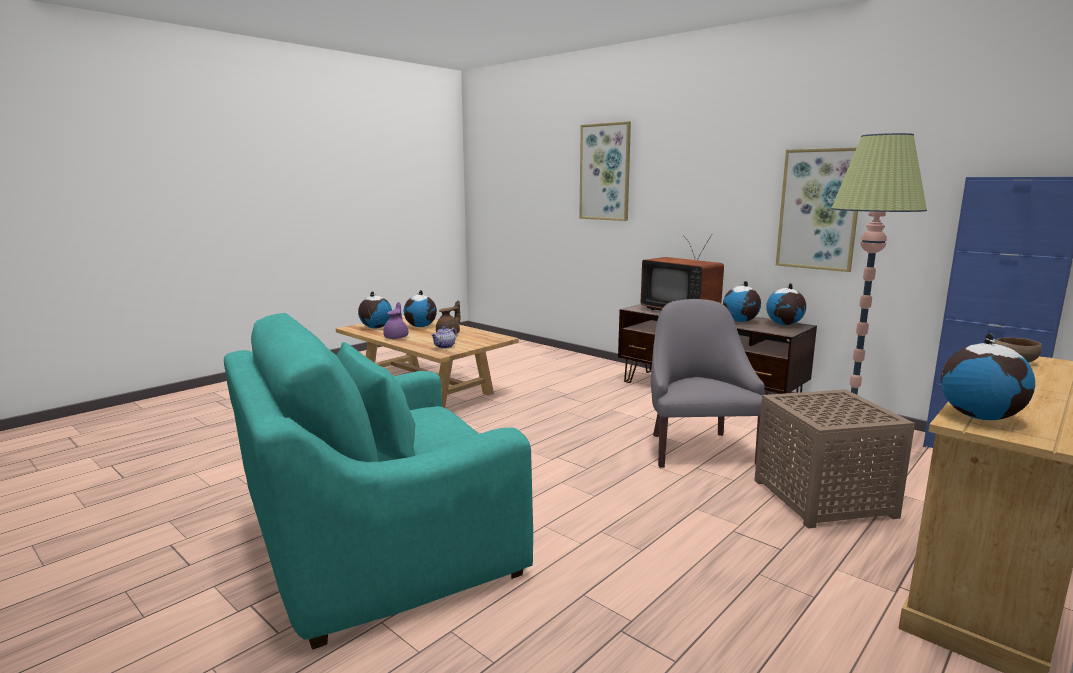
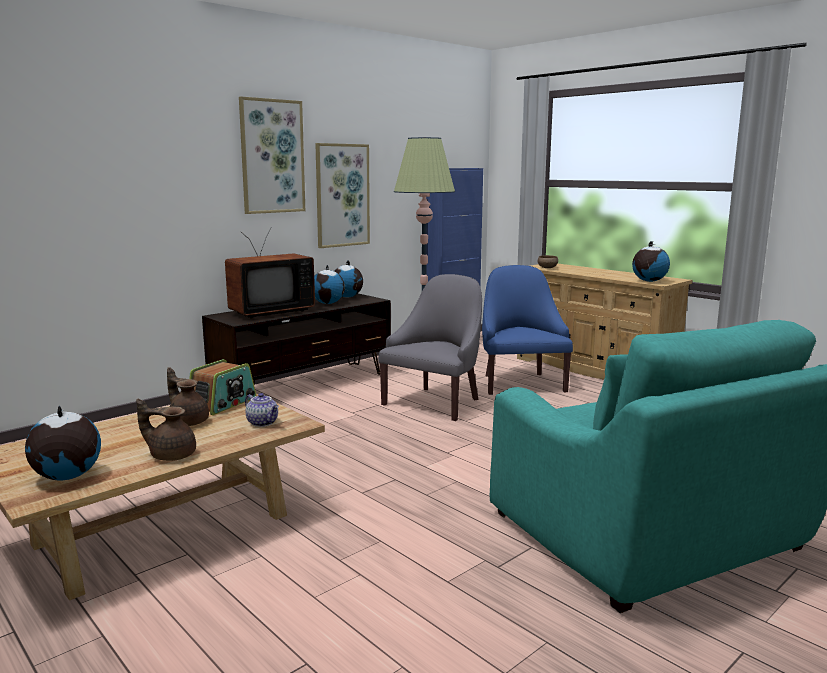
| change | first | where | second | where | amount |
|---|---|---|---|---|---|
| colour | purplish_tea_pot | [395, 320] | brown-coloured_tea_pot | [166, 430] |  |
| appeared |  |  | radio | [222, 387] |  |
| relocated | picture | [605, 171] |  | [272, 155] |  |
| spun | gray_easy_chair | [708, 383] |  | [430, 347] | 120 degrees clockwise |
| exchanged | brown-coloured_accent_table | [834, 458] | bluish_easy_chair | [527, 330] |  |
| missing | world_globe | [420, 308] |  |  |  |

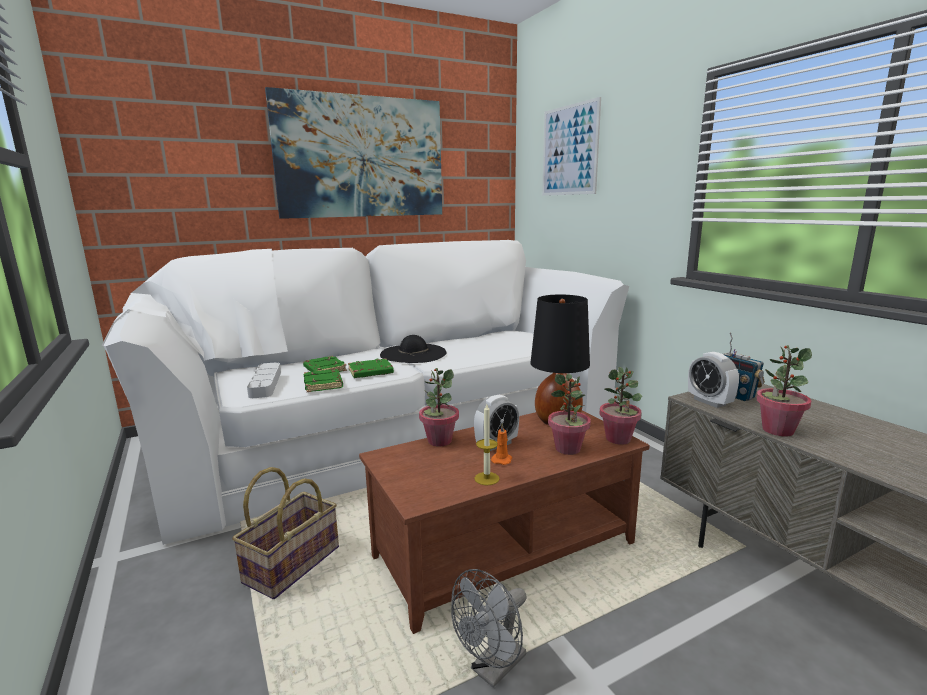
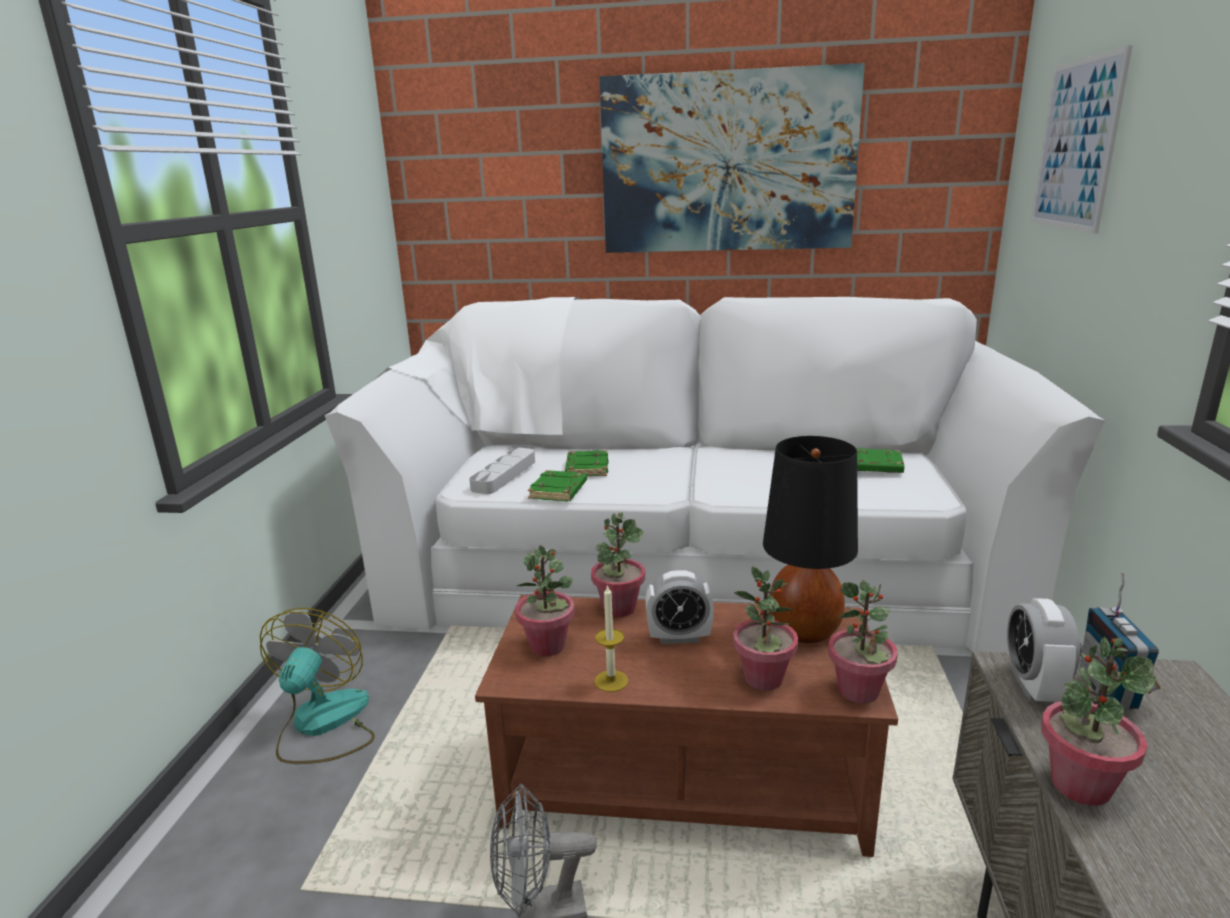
| change | first | where | second | where | amount |
|---|---|---|---|---|---|
| appeared |  |  | electric_fan | [317, 686] |  |
| appeared |  |  | houseplant | [545, 600] |  |
| relocated | green-coloured_book | [371, 368] |  | [880, 460] |  |
| missing | storage_basket | [285, 533] |  |  |  |
| missing | black_wearable_hat | [413, 349] |  |  |  |
| missing | orange_wax_light | [501, 444] |  |  |  |

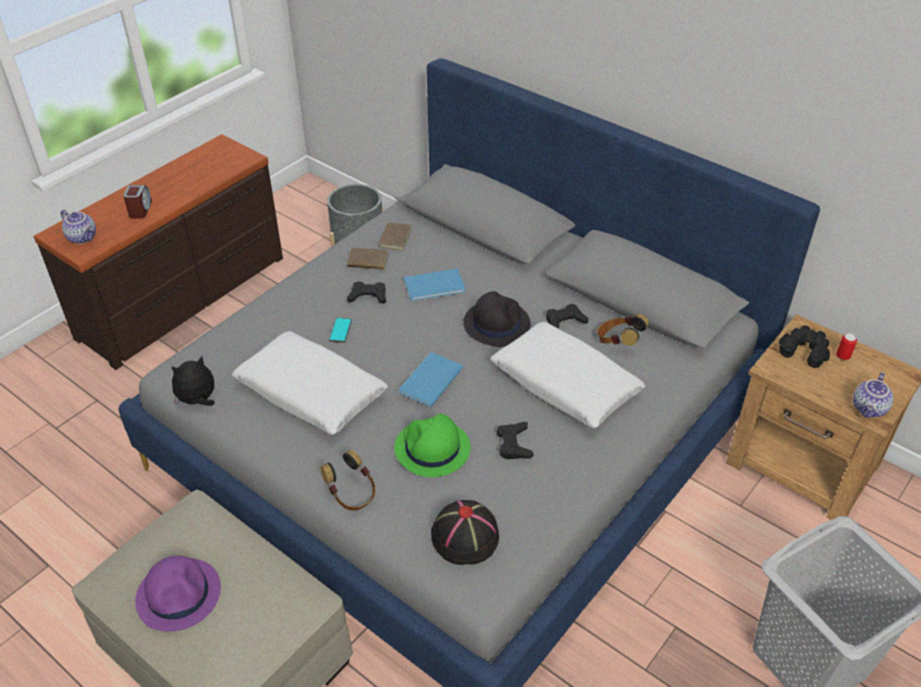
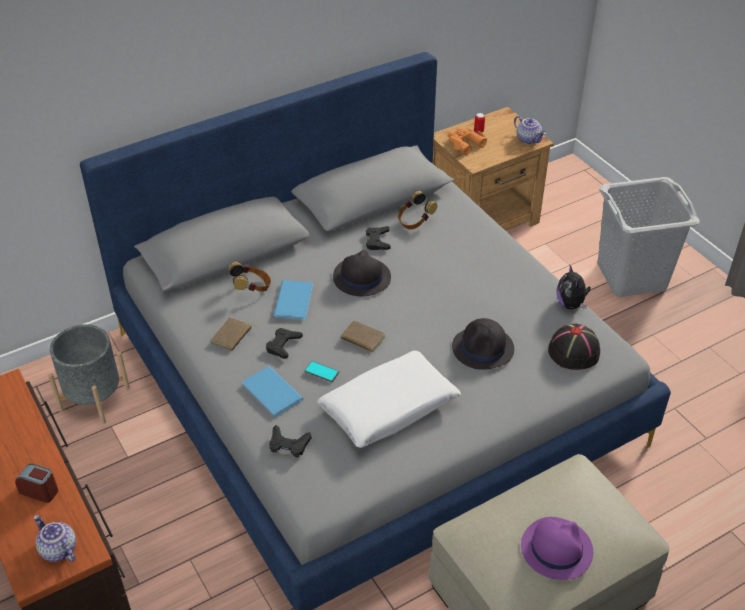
| change | first | where | second | where | amount |
|---|---|---|---|---|---|
| spun | tea_pot | [78, 227] |  | [55, 538] | 105 degrees counterclockwise |
| relocated | headphones | [348, 480] |  | [249, 277] |  |
| relocated | bluish_book | [431, 379] |  | [272, 391] |  |
| relocated | black_joypad | [515, 440] |  | [290, 441] |  |
| relocated | brown-coloured_book | [393, 236] |  | [363, 337] |  |
| colour | black_pair_of_binoculars | [804, 346] | orange_pair_of_binoculars | [467, 141] |  |
| colour | green-coloured_wearable_hat | [432, 445] | black_wearable_hat | [483, 344] |  |
| relocated | soft_toy | [193, 381] |  | [573, 287] |  |
| missing | whitish_cushion | [568, 375] |  |  |  |

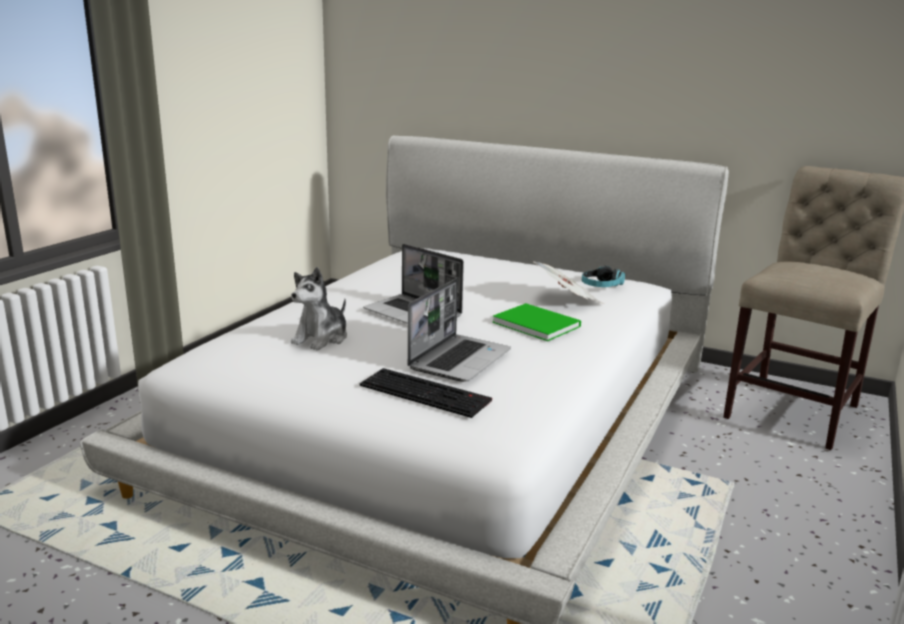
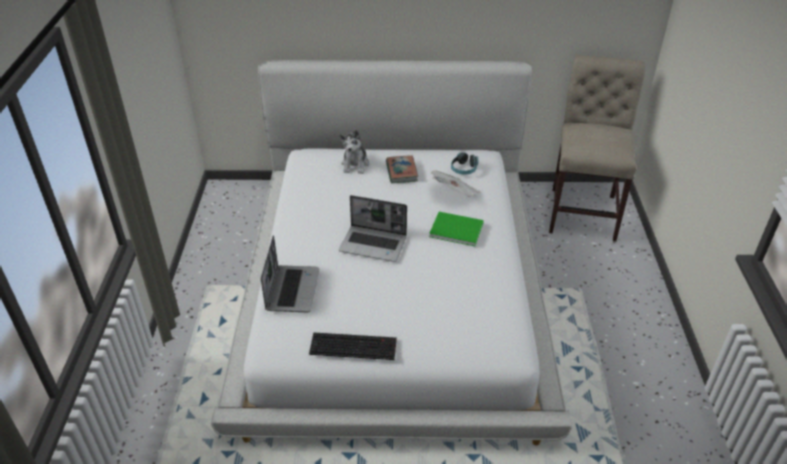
| change | first | where | second | where | amount |
|---|---|---|---|---|---|
| relocated | portable_computer | [459, 330] |  | [290, 273] |  |
| relocated | keyboard | [426, 393] |  | [353, 346] |  |
| relocated | soft_toy | [319, 308] |  | [354, 152] |  |
| appeared |  |  | book | [402, 169] |  |

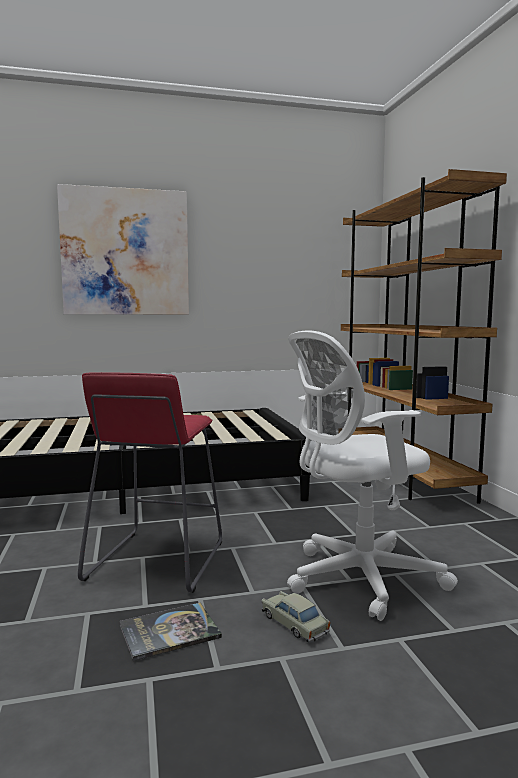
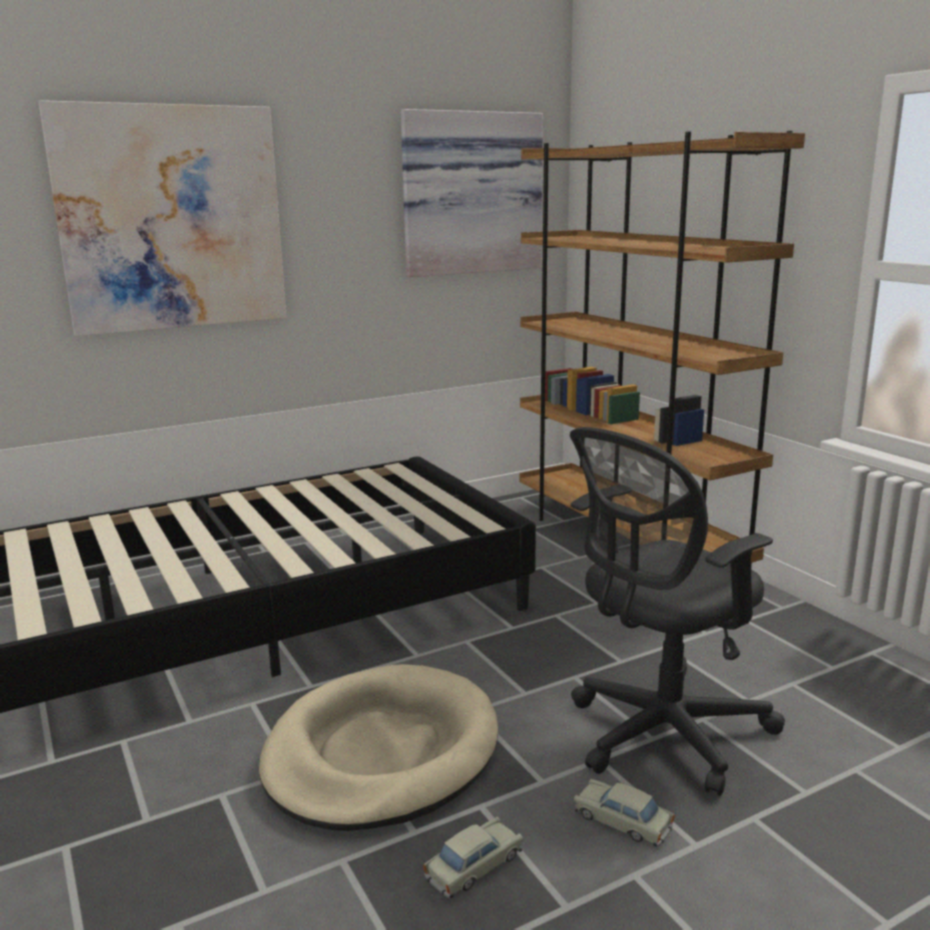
| change | first | where | second | where | amount |
|---|---|---|---|---|---|
| exchanged | reddish_stool | [150, 482] | beige_pet_bed | [378, 747] |  |
| appeared |  |  | picture | [472, 193] |  |
| exchanged | book | [170, 632] | beige_miniature_car | [473, 857] |  |
| colour | whitish_desk_chair | [372, 475] | black_desk_chair | [677, 611] |  |

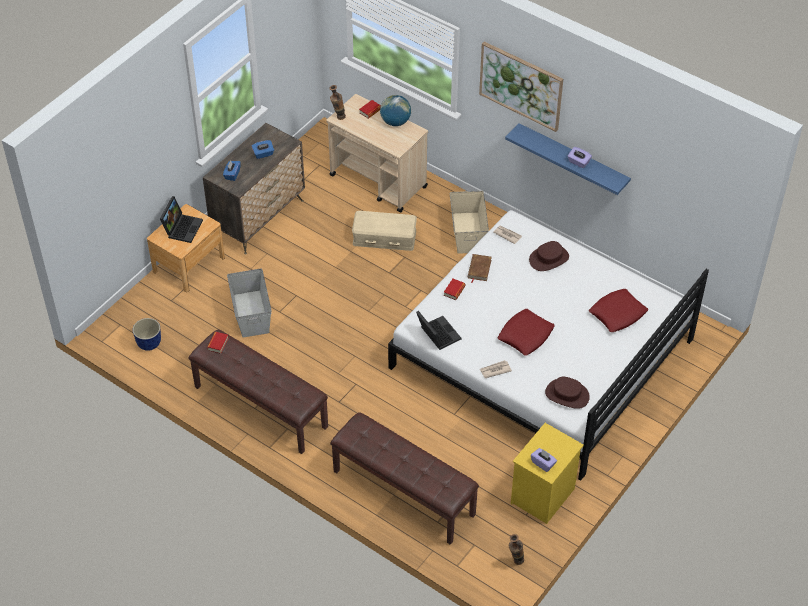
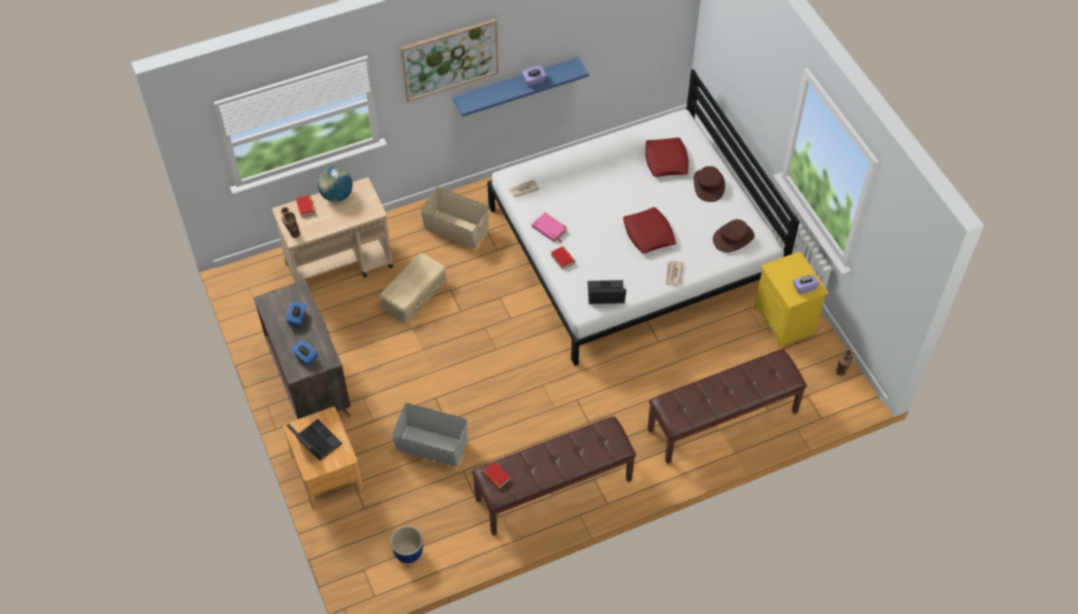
| change | first | where | second | where | amount |
|---|---|---|---|---|---|
| colour | brown-coloured_book | [480, 268] | pink_book | [549, 227] |  |
| relocated | brown-coloured_wearable_hat | [549, 256] |  | [709, 184] |  |

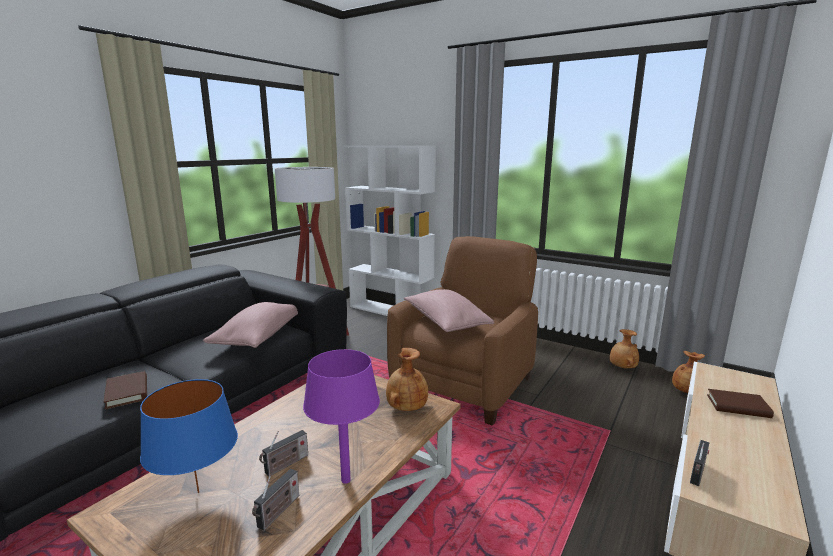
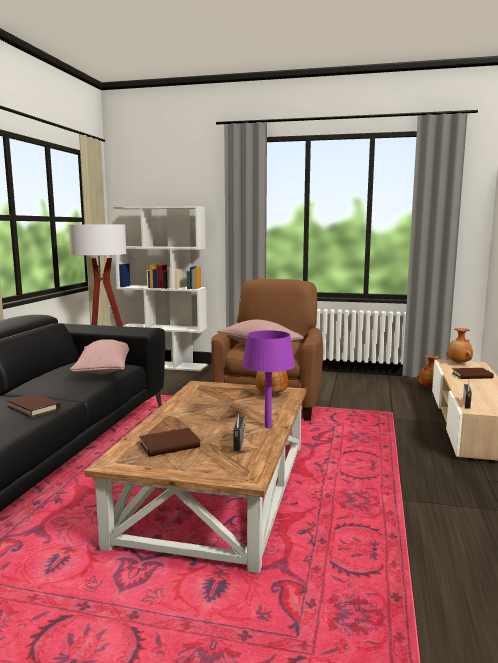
| change | first | where | second | where | amount |
|---|---|---|---|---|---|
| exchanged | bluish_table_lamp | [189, 436] | brown-coloured_book | [170, 442] |  |
| relocated | brown-coloured_decorative_vase | [624, 349] |  | [460, 346] |  |
| missing | radio | [283, 453] |  |  |  |

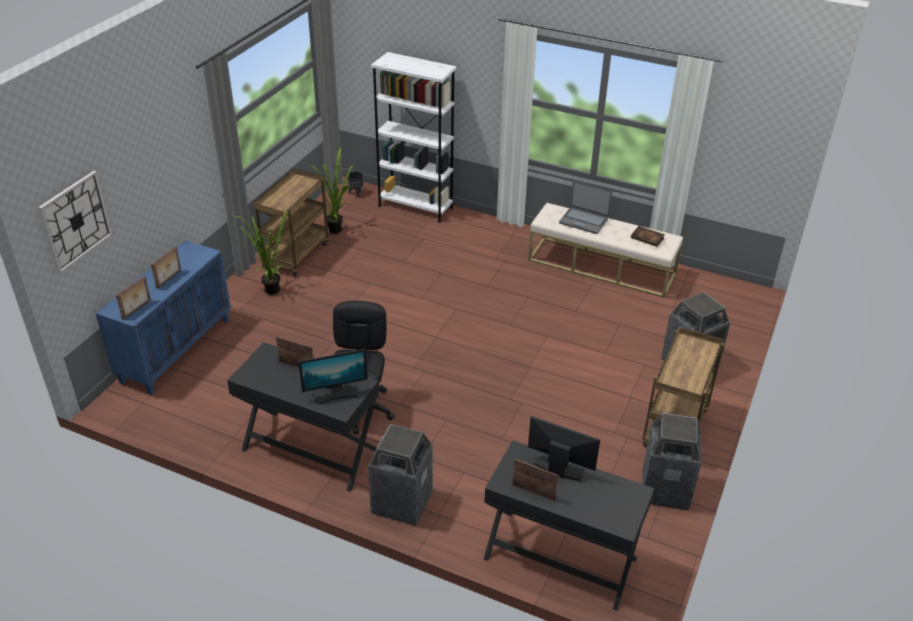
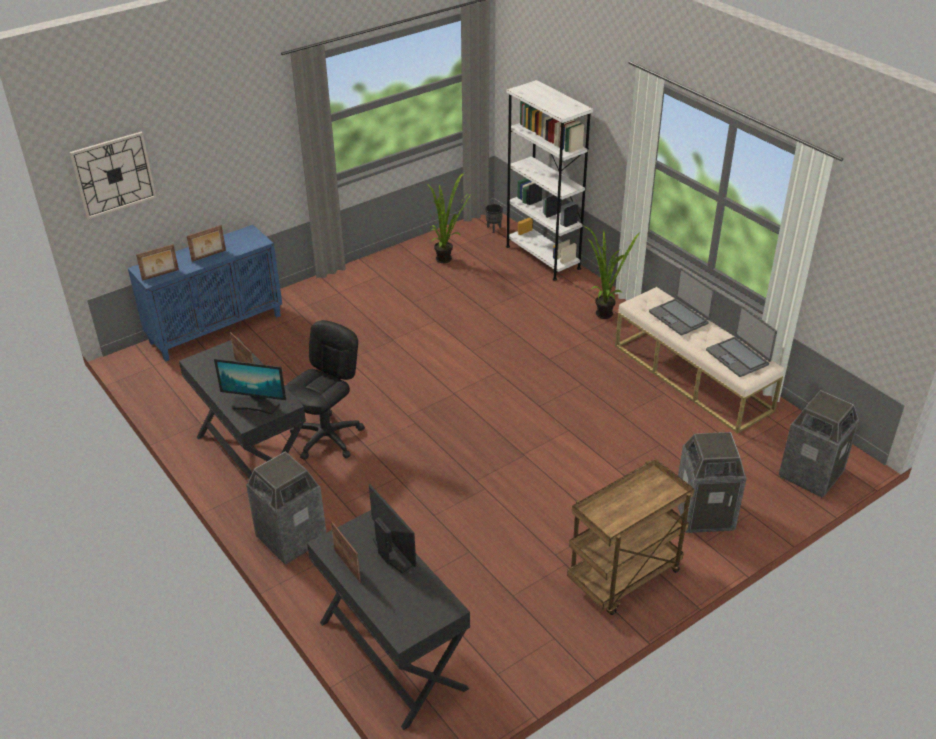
| change | first | where | second | where | amount |
|---|---|---|---|---|---|
| relocated | houseplant | [261, 252] |  | [610, 272] |  |
| exchanged | book | [648, 236] | portable_computer | [741, 341] |  |
| relocated | trash_can | [671, 461] |  | [819, 443] |  |
| missing | brown-coloured_cart | [291, 223] |  |  |  |

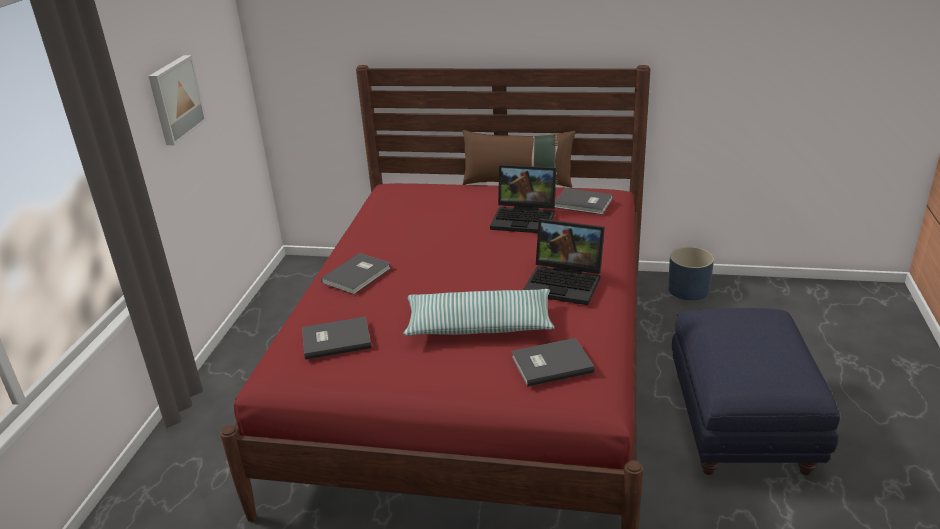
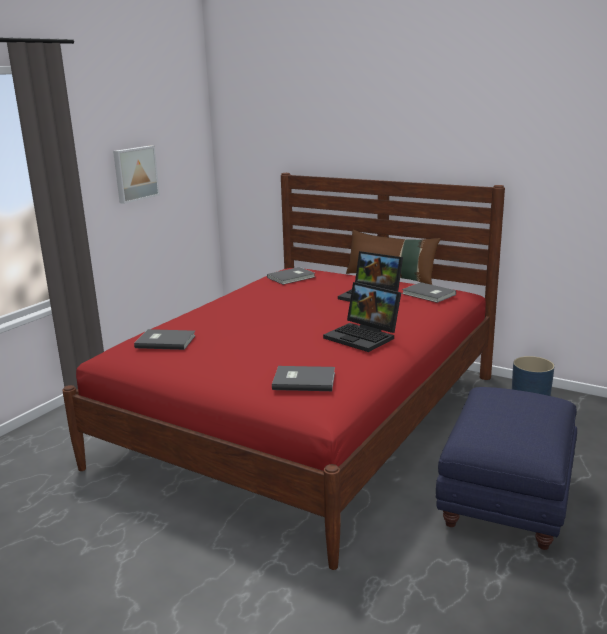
| change | first | where | second | where | amount |
|---|---|---|---|---|---|
| relocated | gray_book | [356, 273] |  | [291, 276] |  |
| missing | cushion | [478, 312] |  |  |  |

